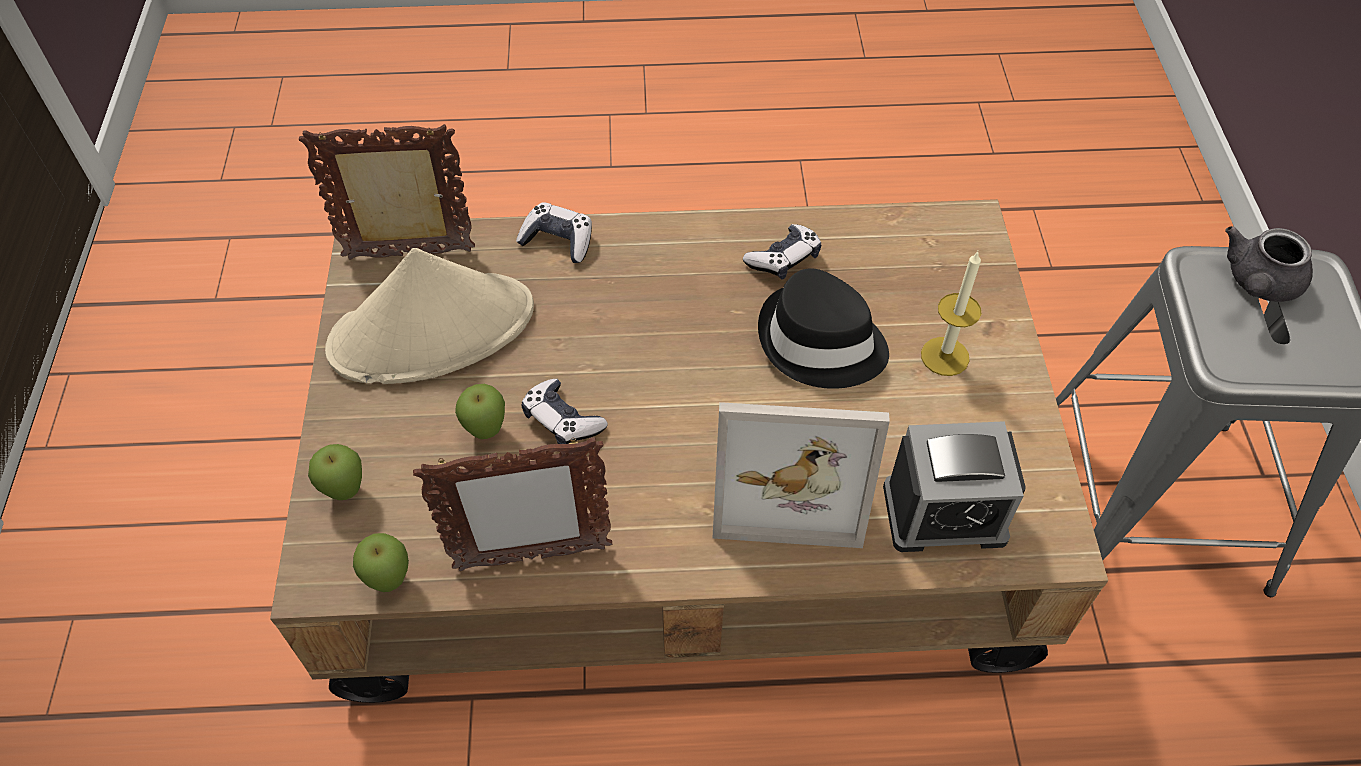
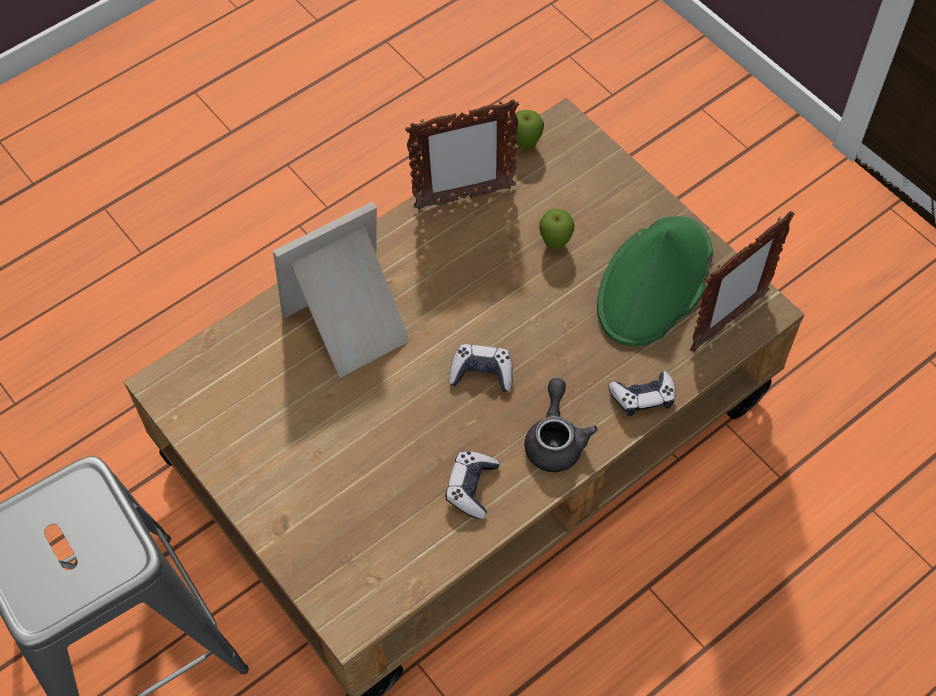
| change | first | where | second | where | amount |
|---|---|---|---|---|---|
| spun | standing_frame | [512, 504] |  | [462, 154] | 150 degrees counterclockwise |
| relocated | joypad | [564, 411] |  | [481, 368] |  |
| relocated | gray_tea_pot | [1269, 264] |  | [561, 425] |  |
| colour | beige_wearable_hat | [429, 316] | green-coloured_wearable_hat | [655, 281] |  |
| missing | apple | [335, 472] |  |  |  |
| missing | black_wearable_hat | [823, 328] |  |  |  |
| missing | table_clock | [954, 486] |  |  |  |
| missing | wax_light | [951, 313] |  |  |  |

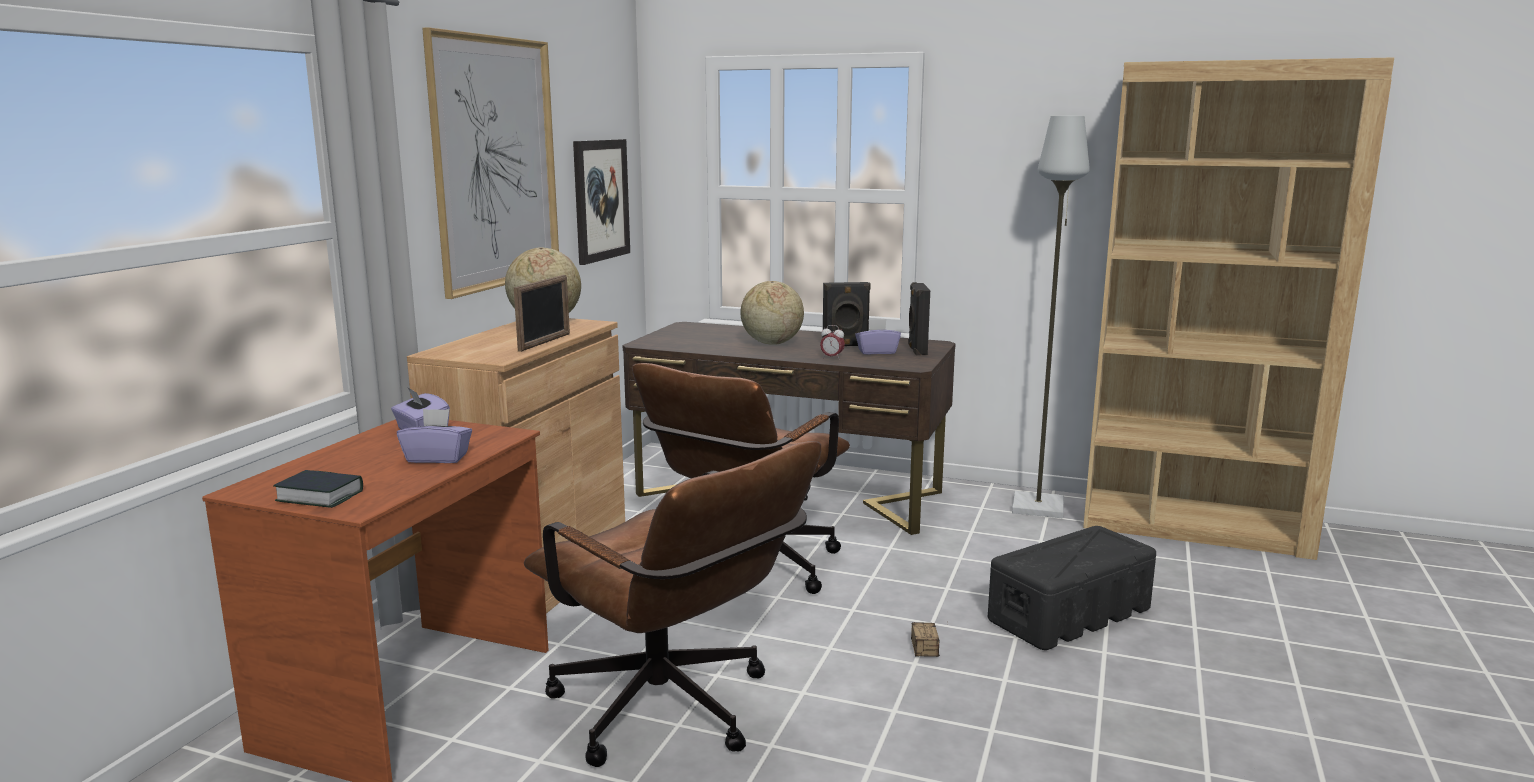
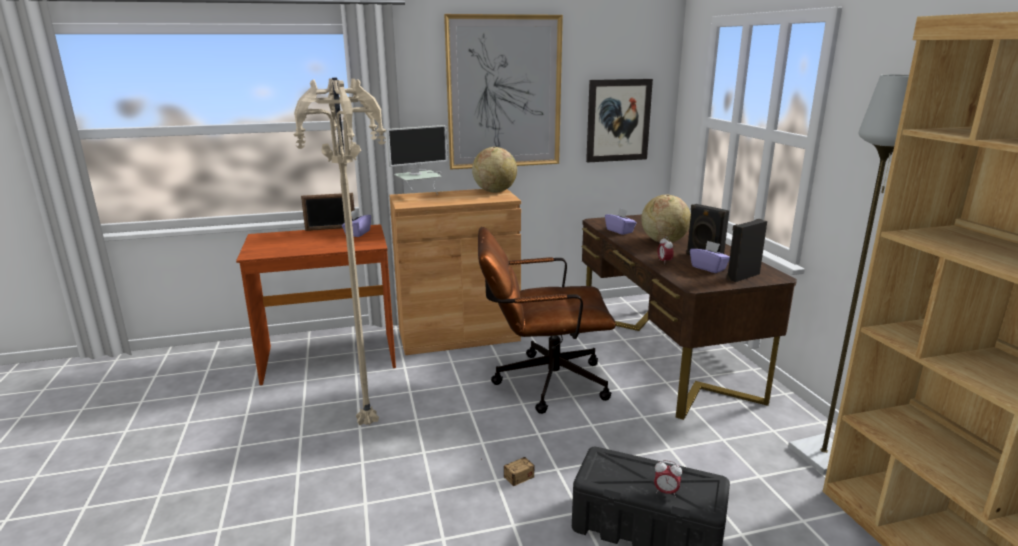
| change | first | where | second | where | amount |
|---|---|---|---|---|---|
| exchanged | brown-coloured_desk_chair | [672, 604] | beige_standard_lamp | [339, 252] |  |
| relocated | standing_frame | [542, 313] |  | [328, 212] |  |
| appeared |  |  | computer_screen | [417, 159] |  |
| relocated | purplish_tissue_holder | [434, 436] |  | [621, 221] |  |
| appeared |  |  | table_clock | [668, 478] |  |
| missing | book | [318, 489] |  |  |  |

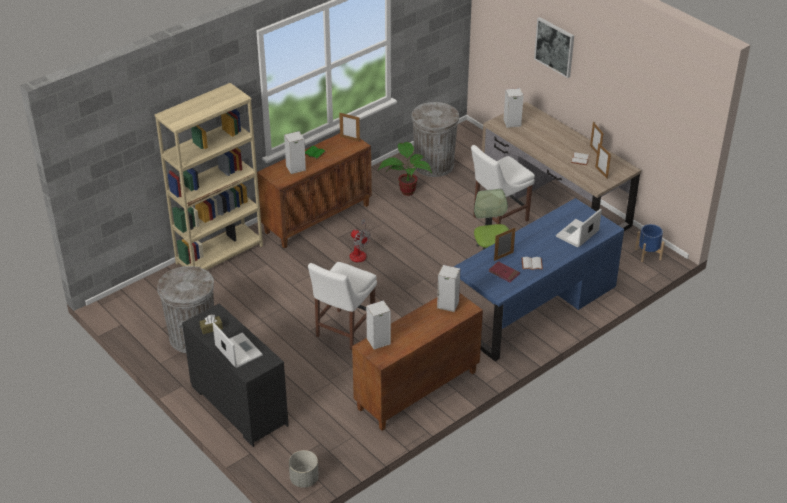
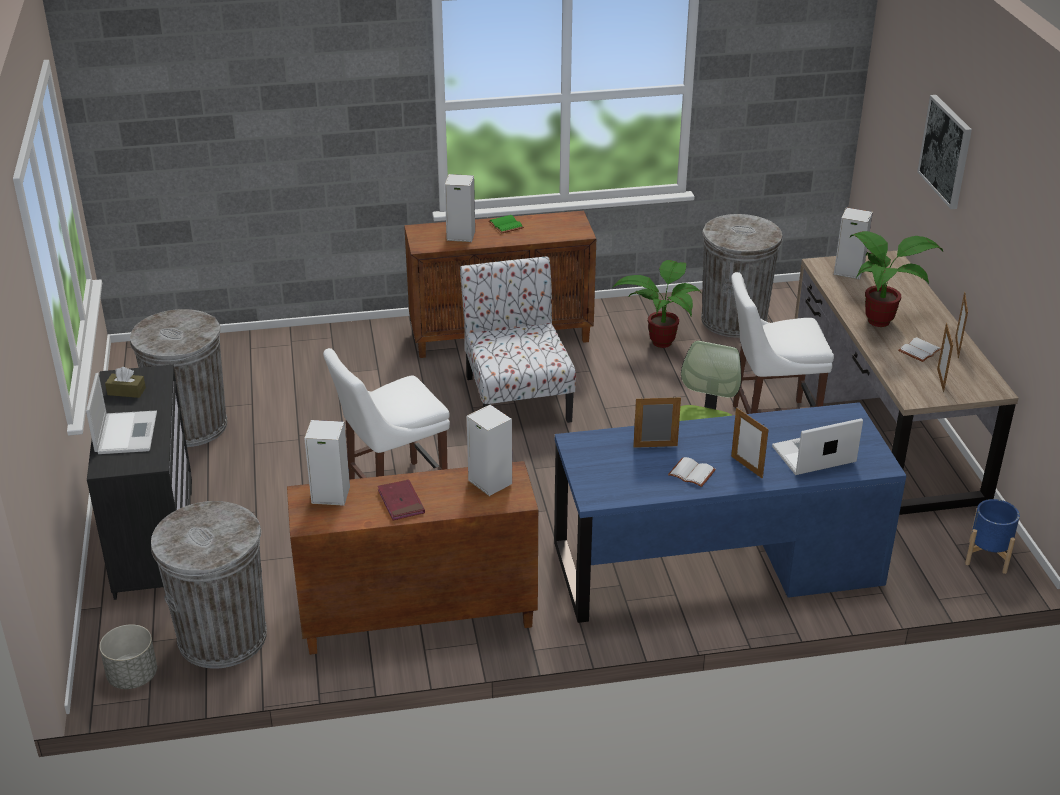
| change | first | where | second | where | amount |
|---|---|---|---|---|---|
| appeared |  |  | gray_trash_can | [209, 585] |  |
| relocated | reddish_book | [504, 271] |  | [401, 499] |  |
| exchanged | electric_fan | [360, 240] | plain_chair | [518, 339] |  |
| relocated | standing_frame | [349, 127] |  | [750, 443] |  |
| appeared |  |  | houseplant | [896, 279] |  |
| missing | beige_shelving_unit | [208, 176] |  |  |  |

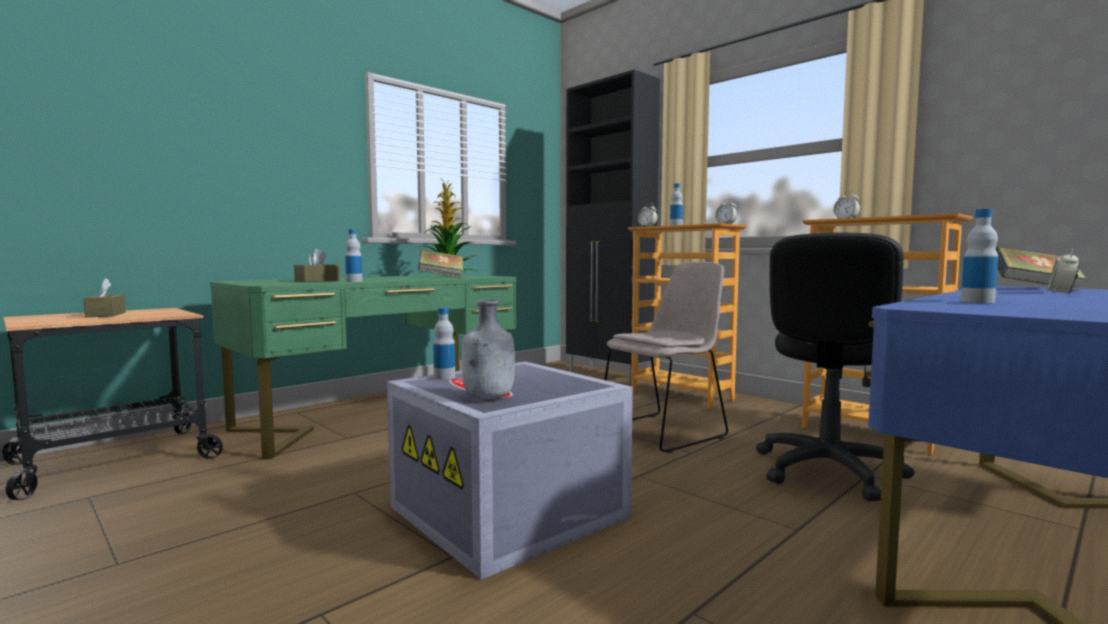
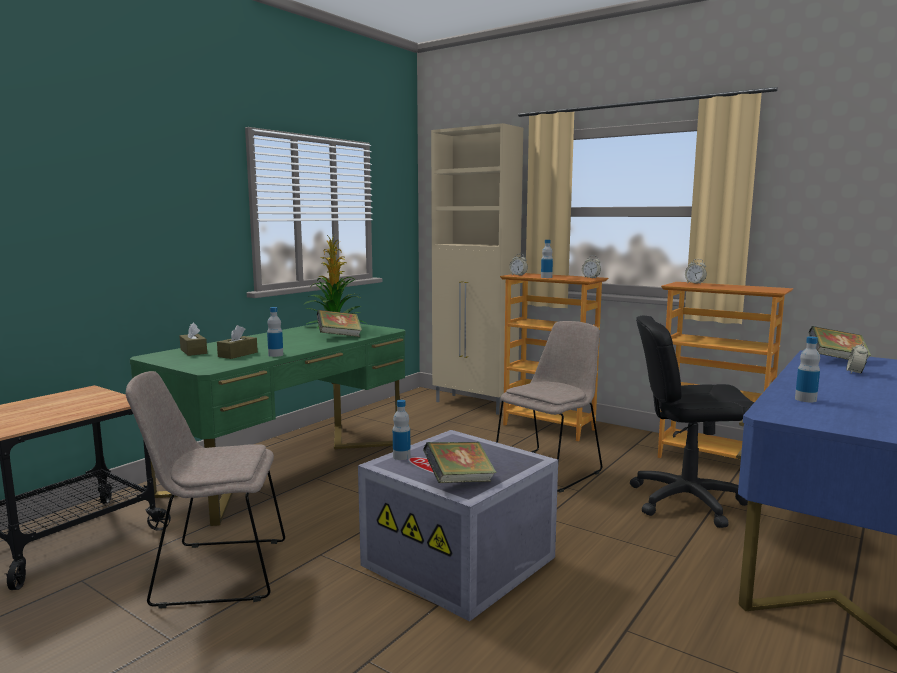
| change | first | where | second | where | amount |
|---|---|---|---|---|---|
| appeared |  |  | beige_plain_chair | [205, 490] |  |
| relocated | brown-coloured_tissue_holder | [105, 297] |  | [193, 339] |  |
| exchanged | gray_drink_bottle | [488, 349] | book | [460, 462] |  |
| colour | black_cupboard | [613, 227] | beige_cupboard | [477, 269] |  |
| spun | black_desk_chair | [835, 367] |  | [692, 422] | 75 degrees clockwise |

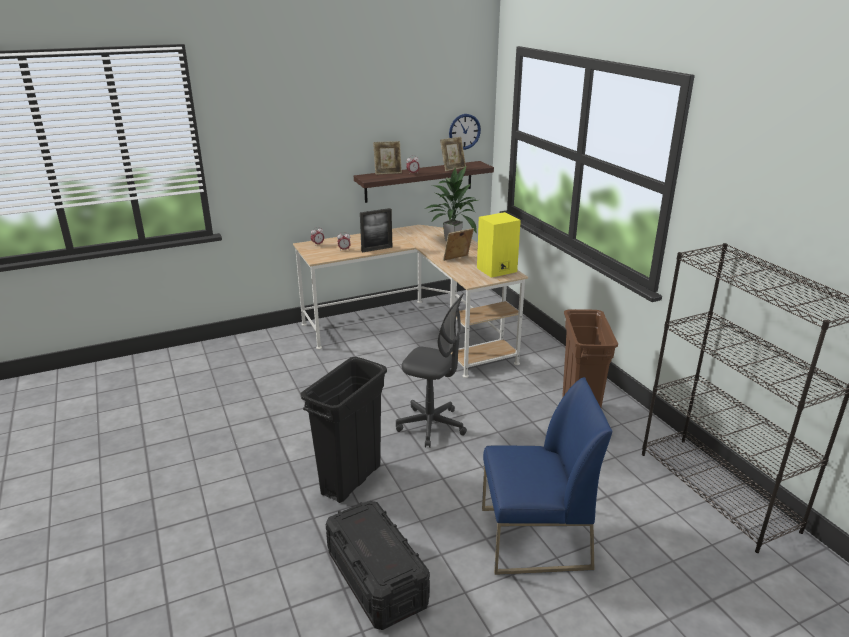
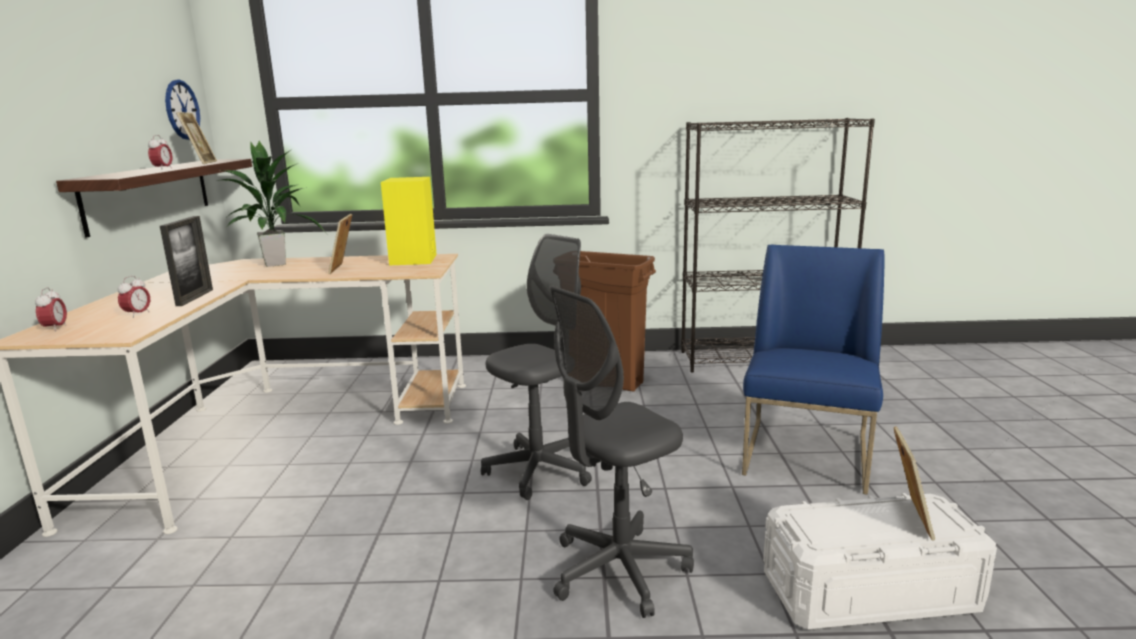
| change | first | where | second | where | amount |
|---|---|---|---|---|---|
| exchanged | black_trash_can | [343, 430] | gray_desk_chair | [621, 452] |  |
| colour | black_storage_container | [378, 565] | whitish_storage_container | [880, 561] |  |
| relocated | standing_frame | [387, 158] |  | [915, 483] |  |

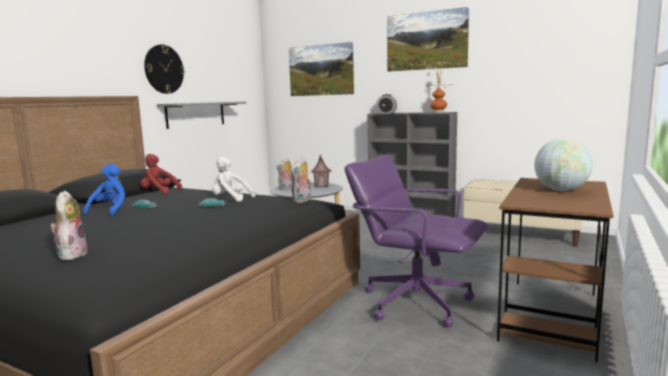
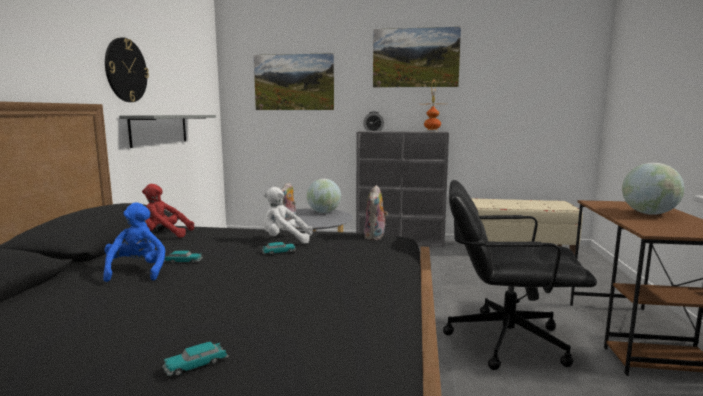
| change | first | where | second | where | amount |
|---|---|---|---|---|---|
| exchanged | soft_toy | [69, 225] | miniature_car | [195, 359] |  |
| exchanged | model_house | [321, 170] | world_globe | [324, 196] |  |
| colour | purplish_desk_chair | [416, 241] | black_desk_chair | [520, 275] |  |

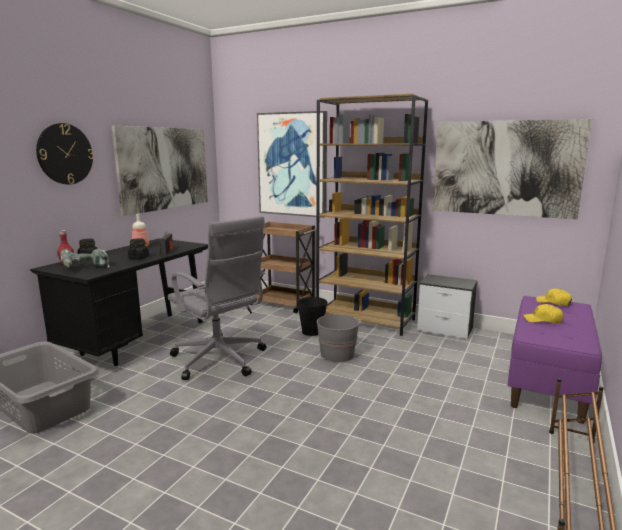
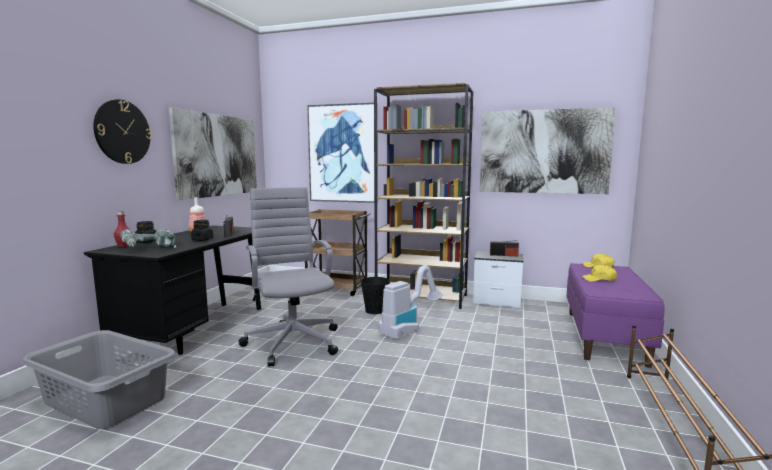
| change | first | where | second | where | amount |
|---|---|---|---|---|---|
| spun | gray_desk_chair | [217, 298] |  | [288, 276] | 150 degrees counterclockwise |
| exchanged | gray_bucket | [339, 338] | vacuum_cleaner | [411, 302] |  |
| appeared |  |  | radio | [504, 248] |  |

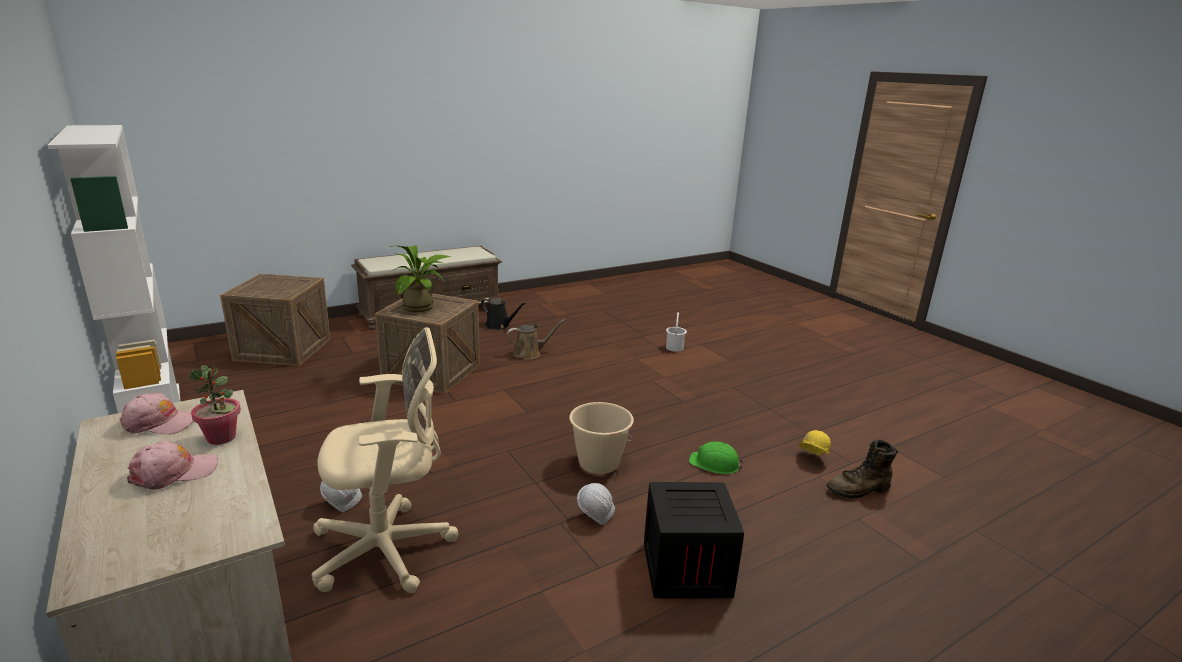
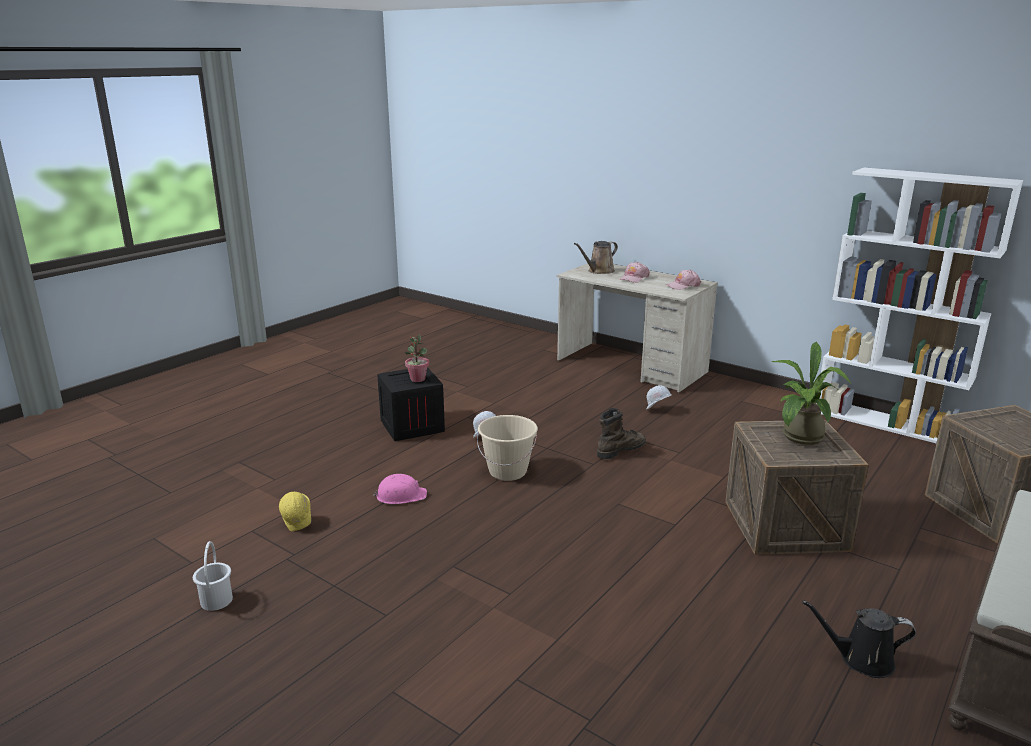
| change | first | where | second | where | amount |
|---|---|---|---|---|---|
| relocated | whitish_bucket | [676, 332] |  | [213, 576] |  |
| colour | green-coloured_safety_helmet | [716, 458] | pink_safety_helmet | [400, 489] |  |
| relocated | houseplant | [215, 404] |  | [417, 358] |  |
| relocated | brown-coloured_sprinkling_can | [536, 339] |  | [596, 257] |  |
| relocated | brown-coloured_high-top_boot | [862, 469] |  | [621, 433] |  |
| missing | beige_desk_chair | [385, 460] |  |  |  |

